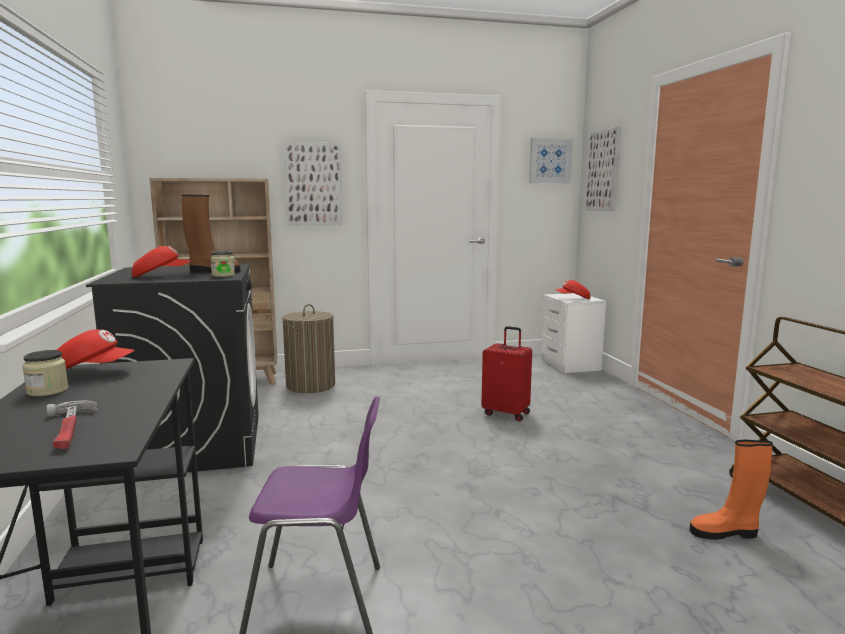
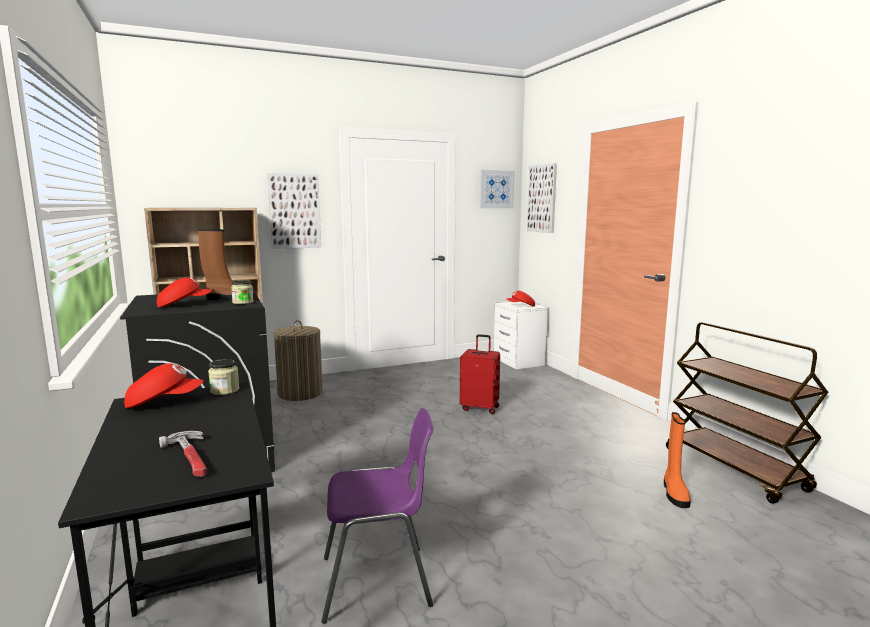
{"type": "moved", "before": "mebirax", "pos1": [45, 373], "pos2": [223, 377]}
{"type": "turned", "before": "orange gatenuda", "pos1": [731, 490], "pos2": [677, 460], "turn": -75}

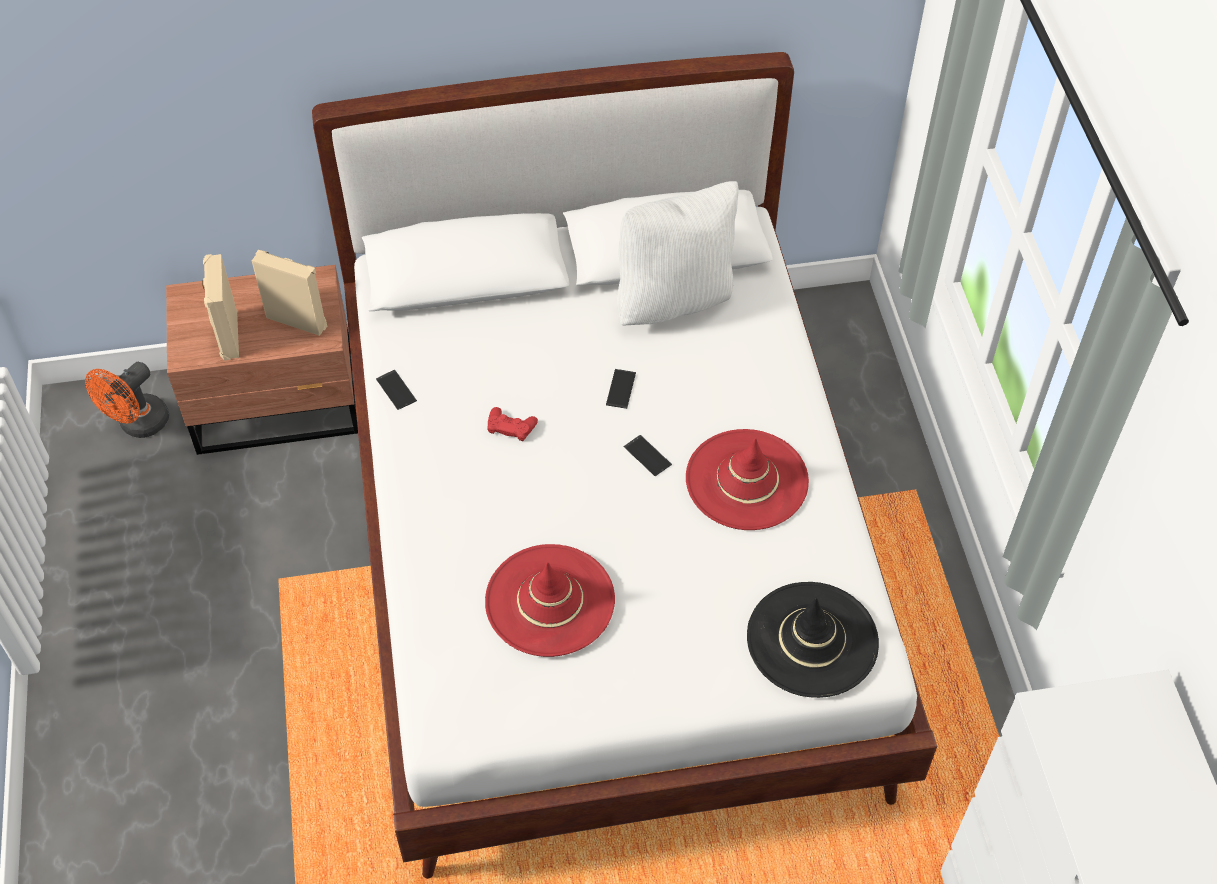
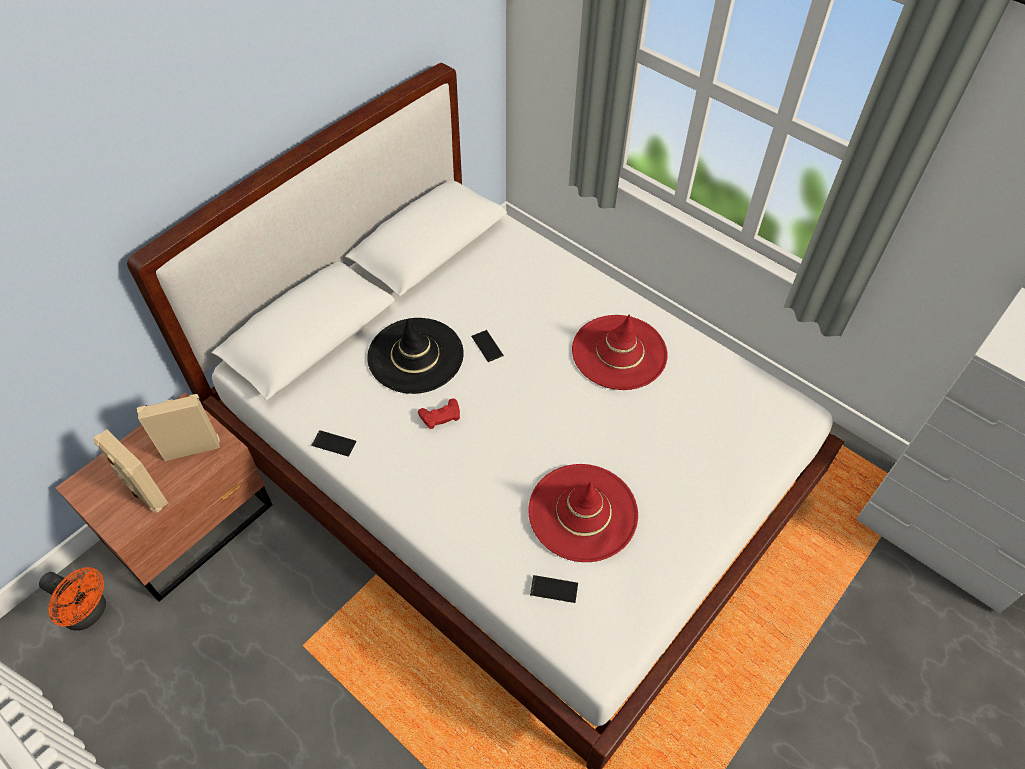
{"type": "turned", "before": "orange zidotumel", "pos1": [127, 399], "pos2": [72, 599], "turn": -60}
{"type": "moved", "before": "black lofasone", "pos1": [813, 640], "pos2": [415, 356]}
{"type": "moved", "before": "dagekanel", "pos1": [648, 455], "pos2": [554, 589]}
{"type": "removed", "before": "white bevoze", "pos1": [678, 253]}

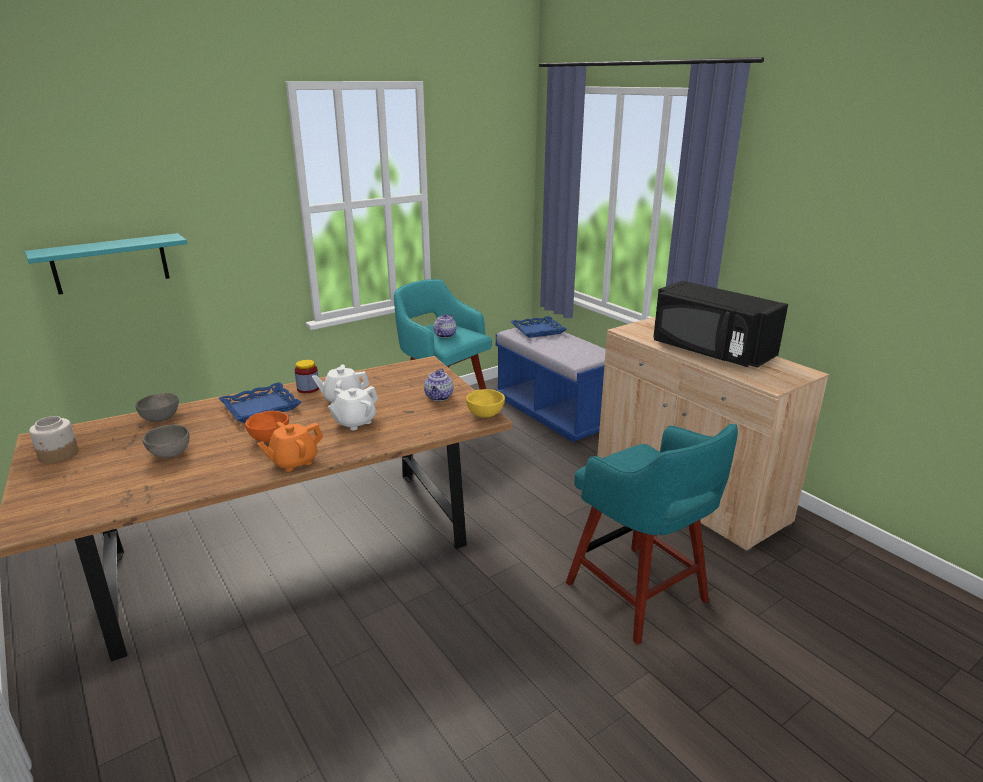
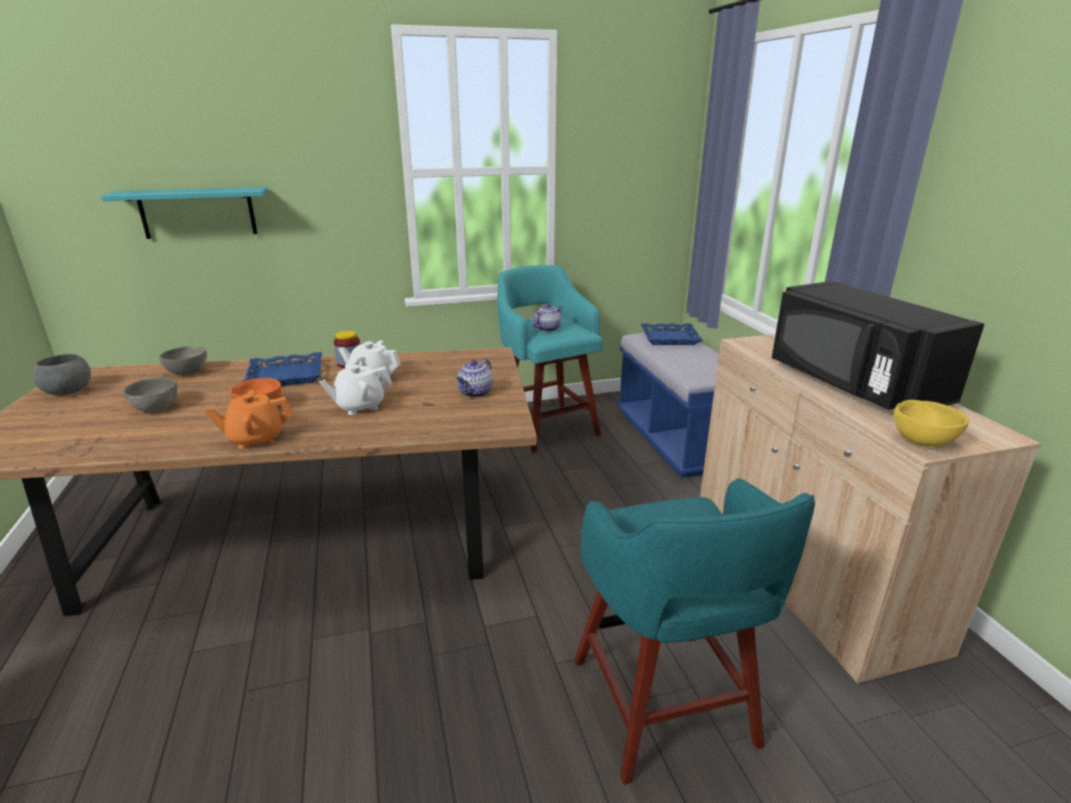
{"type": "replaced", "before": "mebirax", "after": "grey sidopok", "pos1": [53, 440], "pos2": [62, 374]}
{"type": "moved", "before": "yellow sidopok", "pos1": [485, 403], "pos2": [931, 423]}

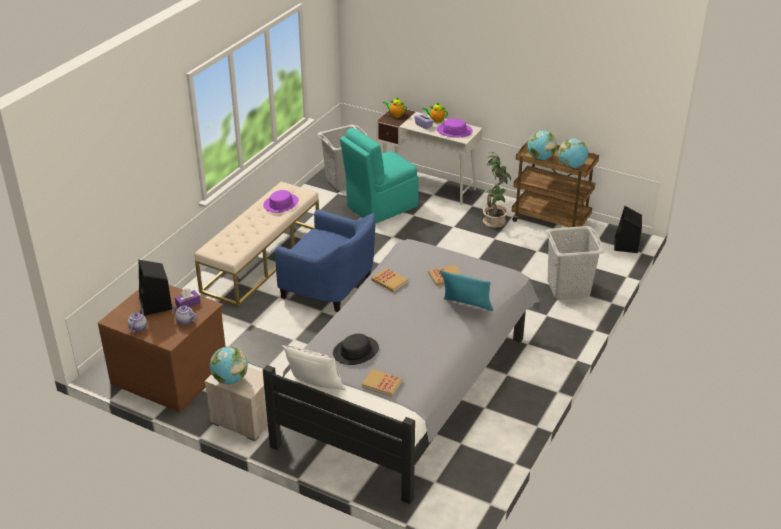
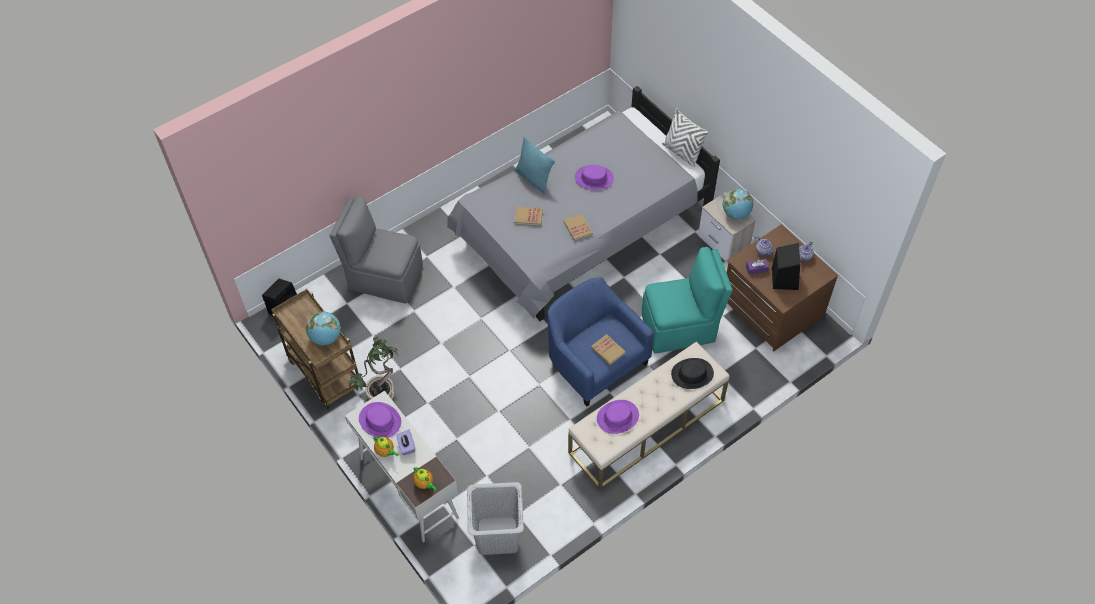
{"type": "replaced", "before": "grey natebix", "after": "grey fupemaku", "pos1": [574, 263], "pos2": [376, 250]}
{"type": "added", "after": "purple lofasone", "pos2": [594, 177]}
{"type": "moved", "before": "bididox", "pos1": [382, 383], "pos2": [608, 349]}
{"type": "moved", "before": "turquoise fupemaku", "pos1": [379, 175], "pos2": [687, 300]}
{"type": "moved", "before": "black lofasone", "pos1": [356, 349], "pos2": [692, 373]}
{"type": "removed", "before": "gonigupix", "pos1": [573, 153]}

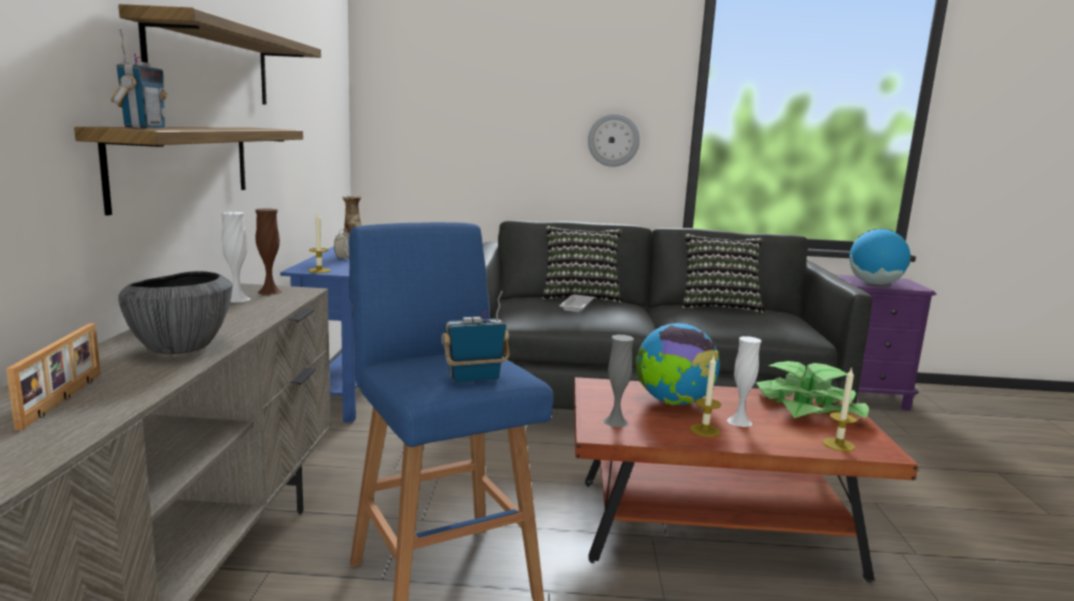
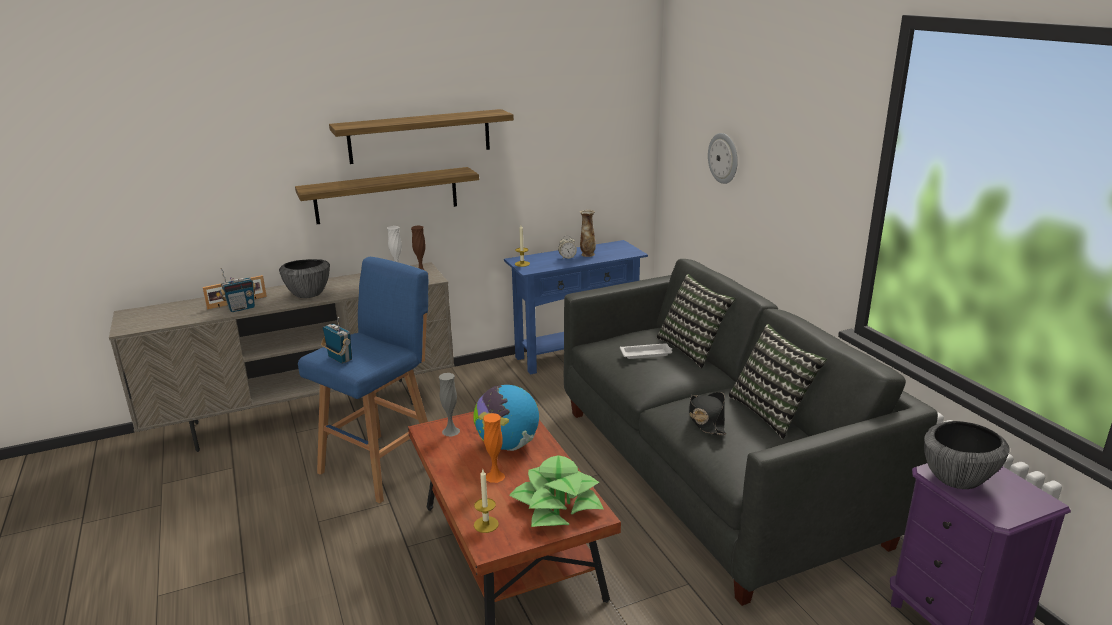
{"type": "moved", "before": "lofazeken", "pos1": [139, 78], "pos2": [238, 290]}
{"type": "recoloured", "before": "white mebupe", "after": "orange mebupe", "pos1": [744, 381], "pos2": [494, 448]}
{"type": "added", "after": "black lofasone", "pos2": [708, 413]}
{"type": "moved", "before": "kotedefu", "pos1": [614, 140], "pos2": [723, 158]}
{"type": "replaced", "before": "gonigupix", "after": "sidopok", "pos1": [880, 257], "pos2": [967, 455]}
{"type": "removed", "before": "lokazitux", "pos1": [705, 396]}

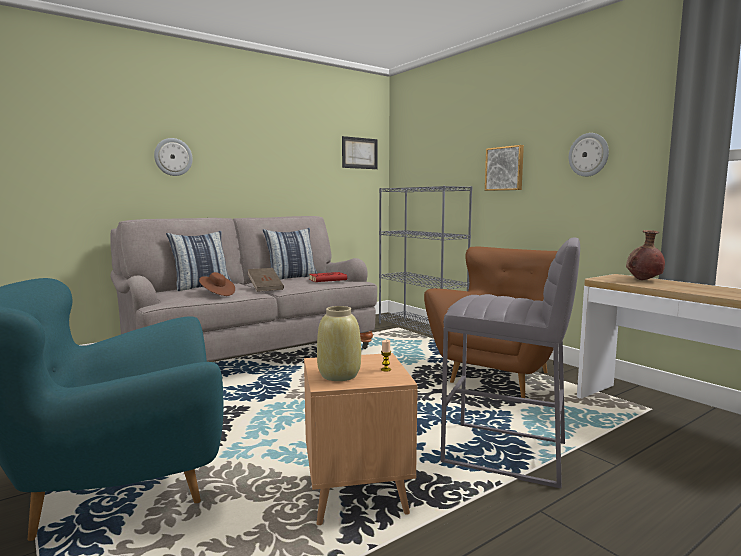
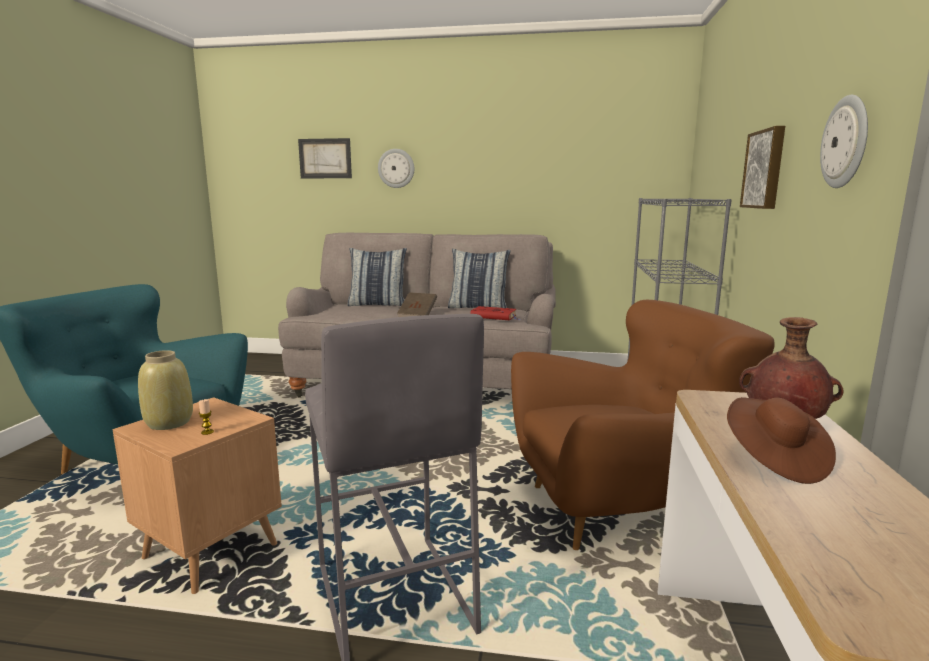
{"type": "moved", "before": "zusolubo", "pos1": [360, 152], "pos2": [325, 158]}
{"type": "moved", "before": "brown lofasone", "pos1": [217, 284], "pos2": [781, 440]}

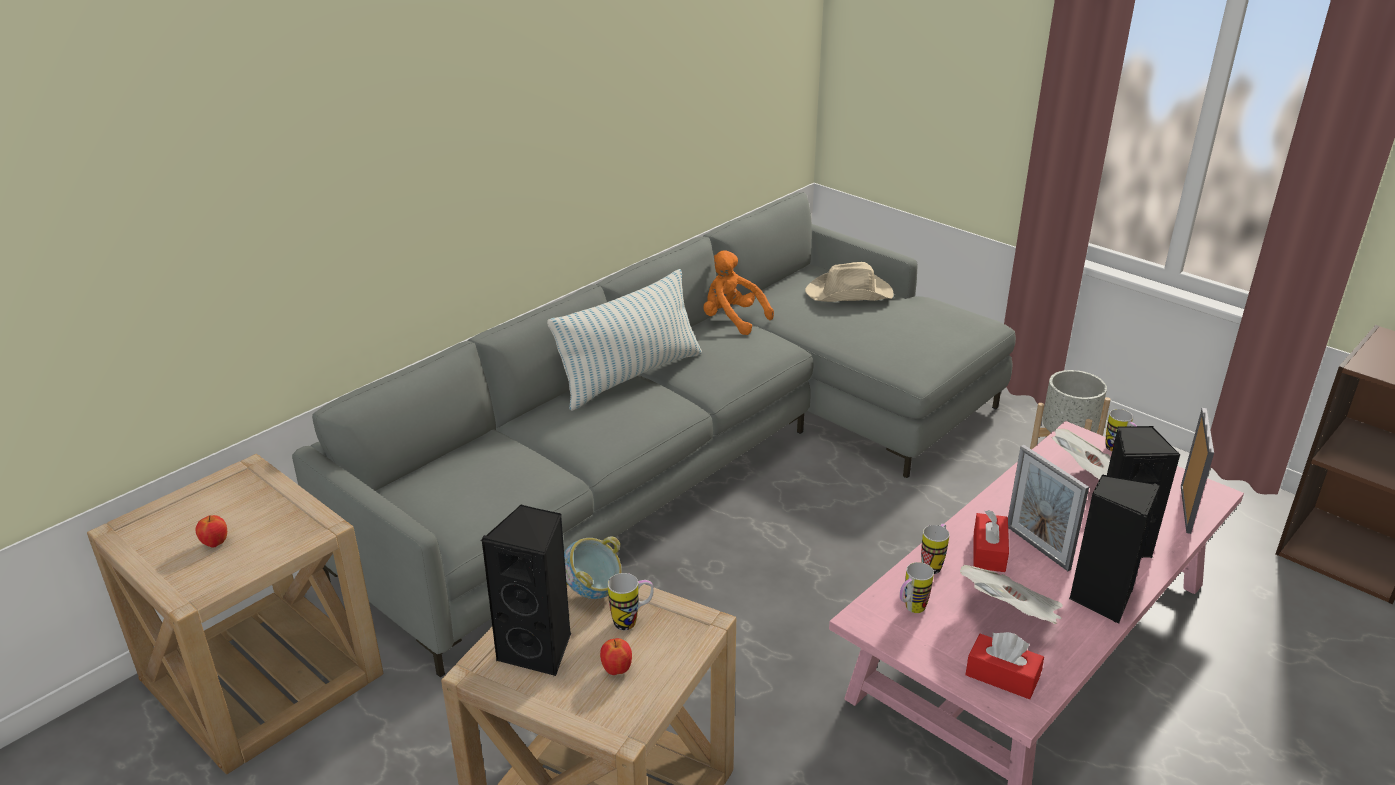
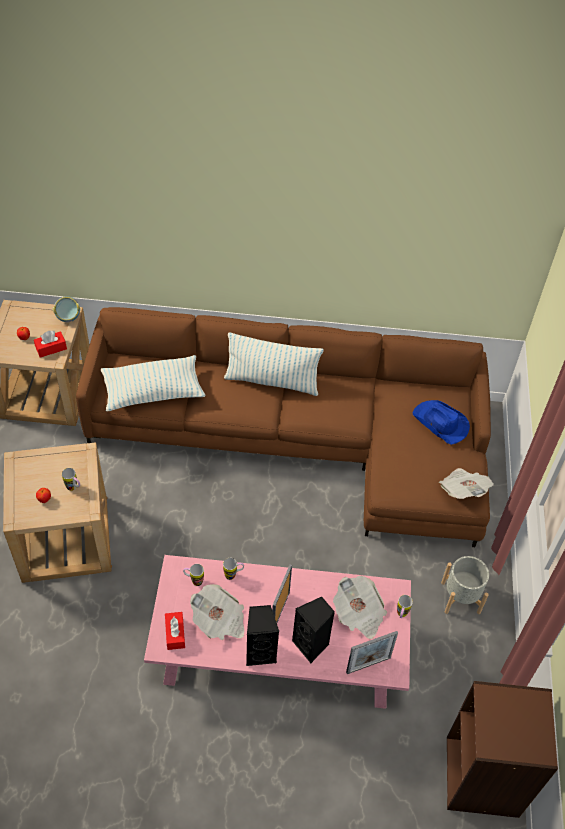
{"type": "moved", "before": "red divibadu", "pos1": [991, 541], "pos2": [50, 344]}
{"type": "moved", "before": "sidopok", "pos1": [593, 567], "pos2": [66, 309]}
{"type": "recoloured", "before": "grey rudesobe", "after": "brown rudesobe", "pos1": [654, 434], "pos2": [283, 427]}
{"type": "added", "after": "bevoze", "pos2": [153, 383]}
{"type": "recoloured", "before": "beige lofasone", "after": "blue lofasone", "pos1": [849, 282], "pos2": [441, 422]}
{"type": "added", "after": "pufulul", "pos2": [466, 483]}
{"type": "removed", "before": "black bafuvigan", "pos1": [525, 590]}
{"type": "removed", "before": "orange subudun", "pos1": [738, 292]}

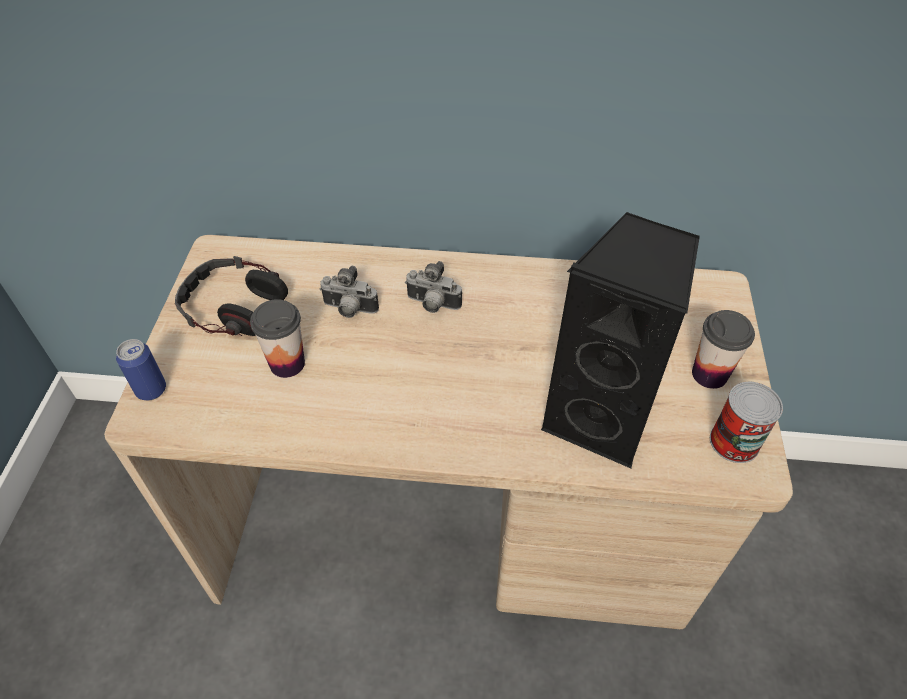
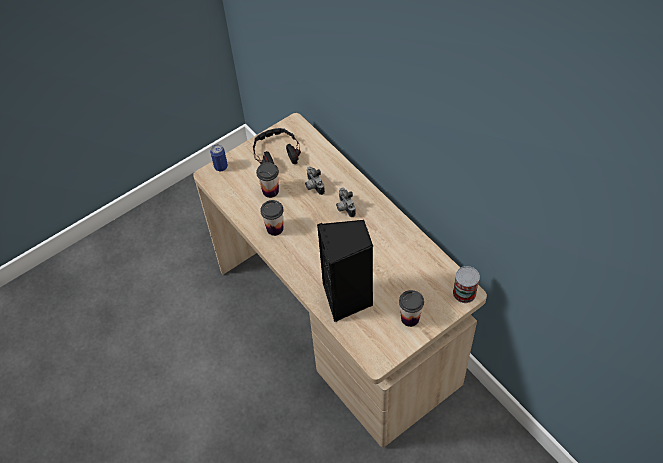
{"type": "added", "after": "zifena", "pos2": [272, 218]}
{"type": "moved", "before": "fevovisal", "pos1": [746, 422], "pos2": [466, 284]}

